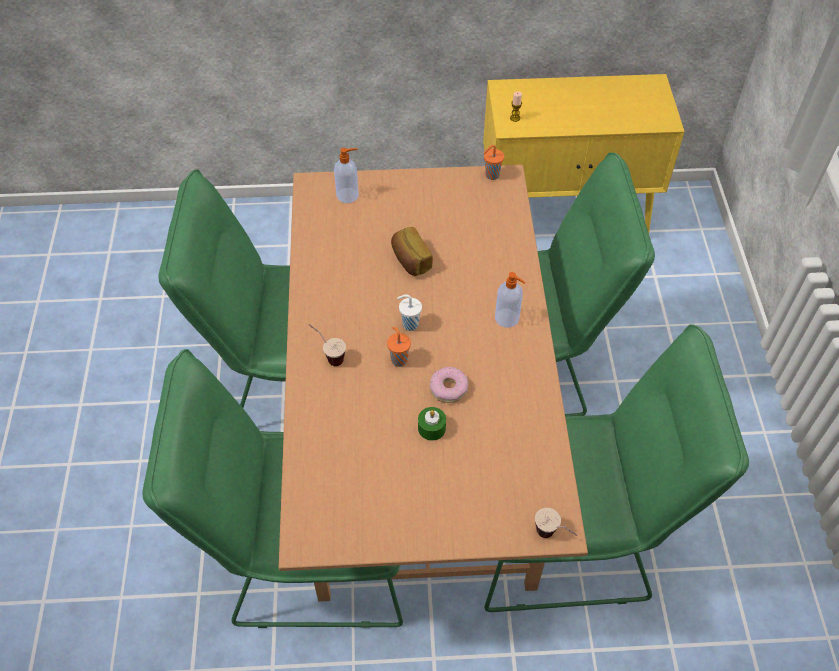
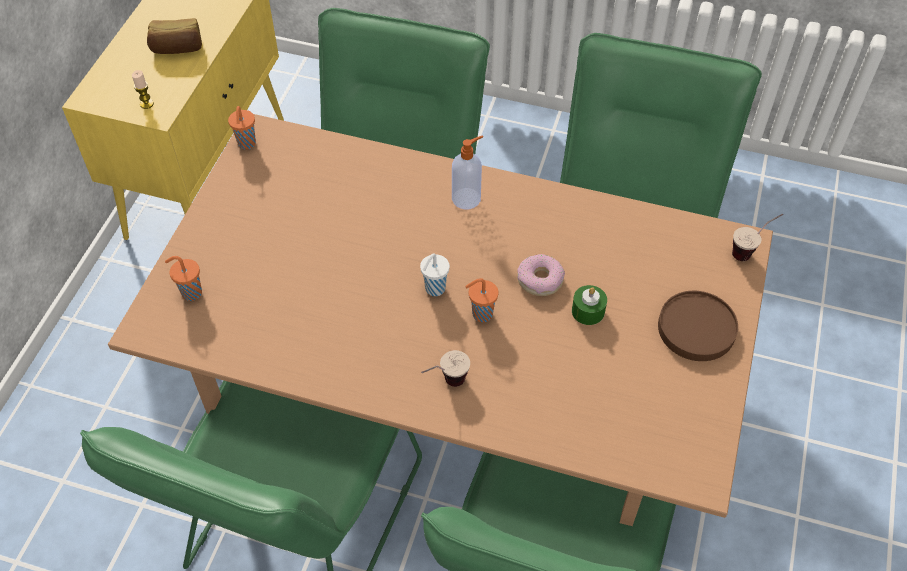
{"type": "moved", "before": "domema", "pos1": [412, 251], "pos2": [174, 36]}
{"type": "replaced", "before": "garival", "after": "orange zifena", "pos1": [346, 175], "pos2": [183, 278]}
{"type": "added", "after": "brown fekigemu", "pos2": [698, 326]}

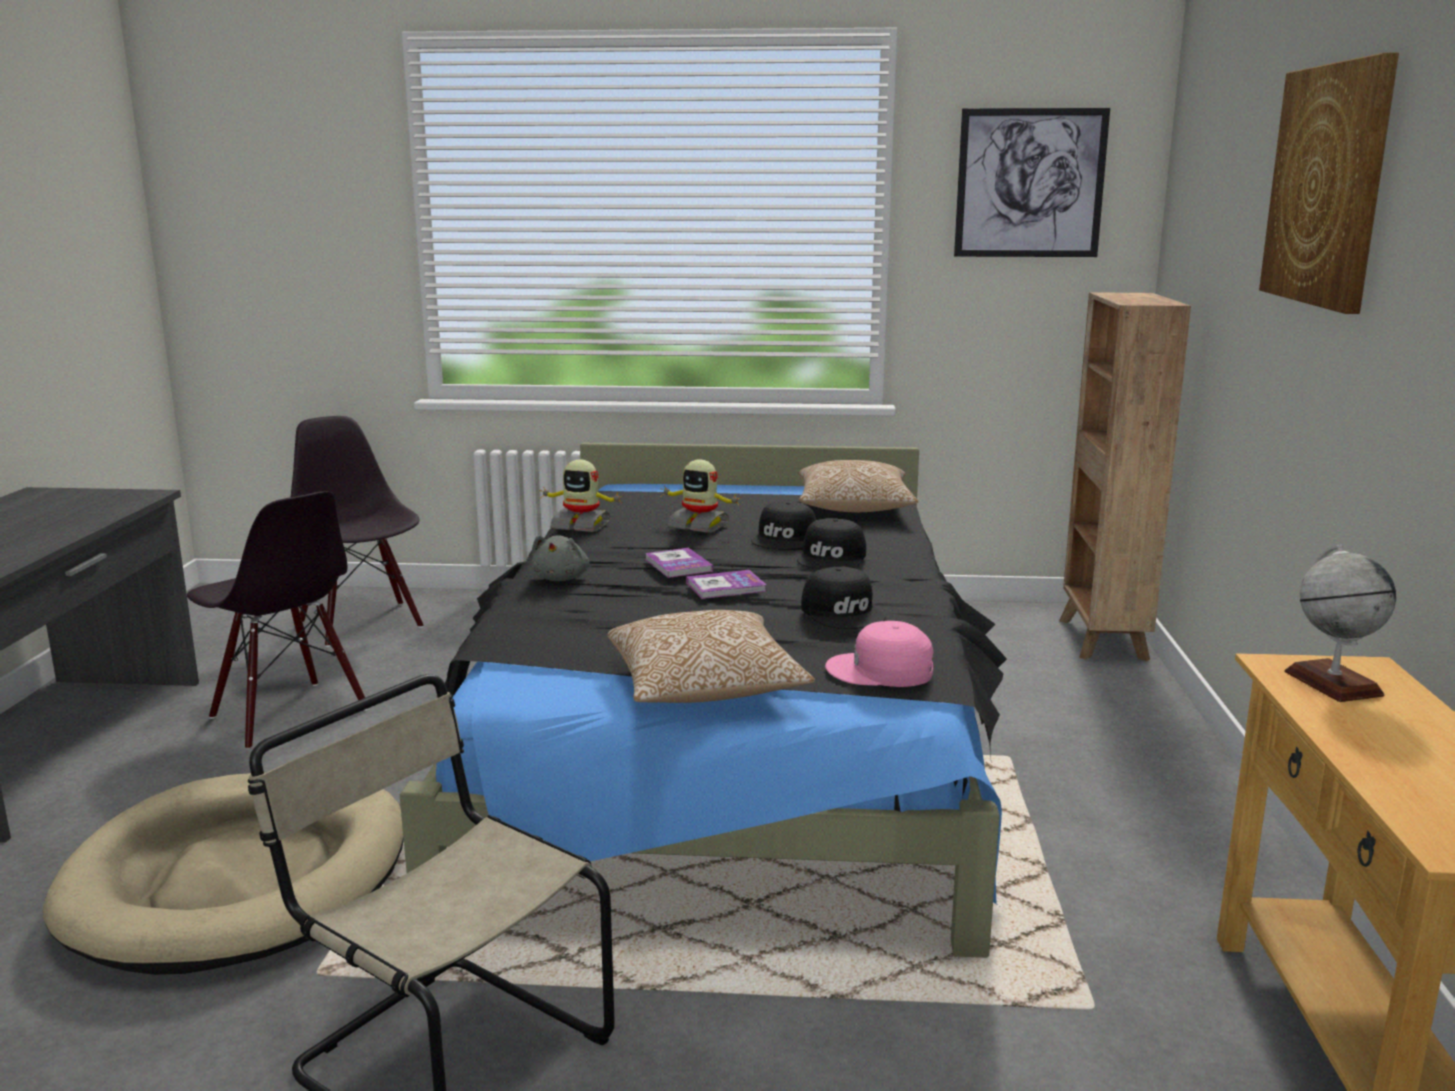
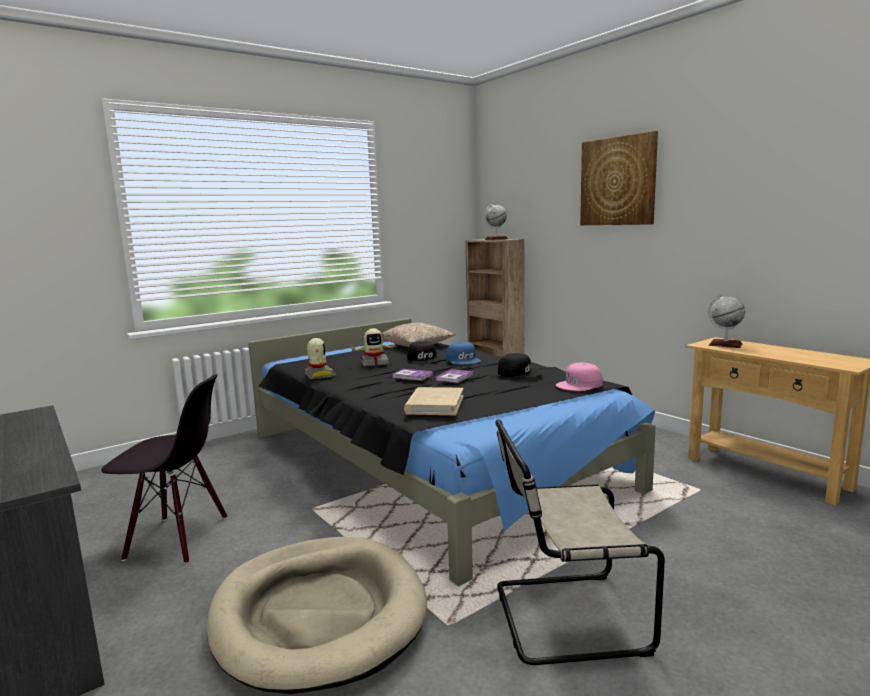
{"type": "turned", "before": "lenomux", "pos1": [581, 495], "pos2": [320, 358], "turn": -90}
{"type": "added", "after": "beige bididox", "pos2": [434, 401]}
{"type": "recoloured", "before": "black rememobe", "after": "blue rememobe", "pos1": [831, 543], "pos2": [463, 353]}
{"type": "added", "after": "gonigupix", "pos2": [496, 222]}
{"type": "removed", "before": "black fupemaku", "pos1": [357, 531]}
{"type": "removed", "before": "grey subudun", "pos1": [560, 558]}
{"type": "removed", "before": "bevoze", "pos1": [711, 656]}
{"type": "removed", "before": "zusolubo", "pos1": [1032, 182]}

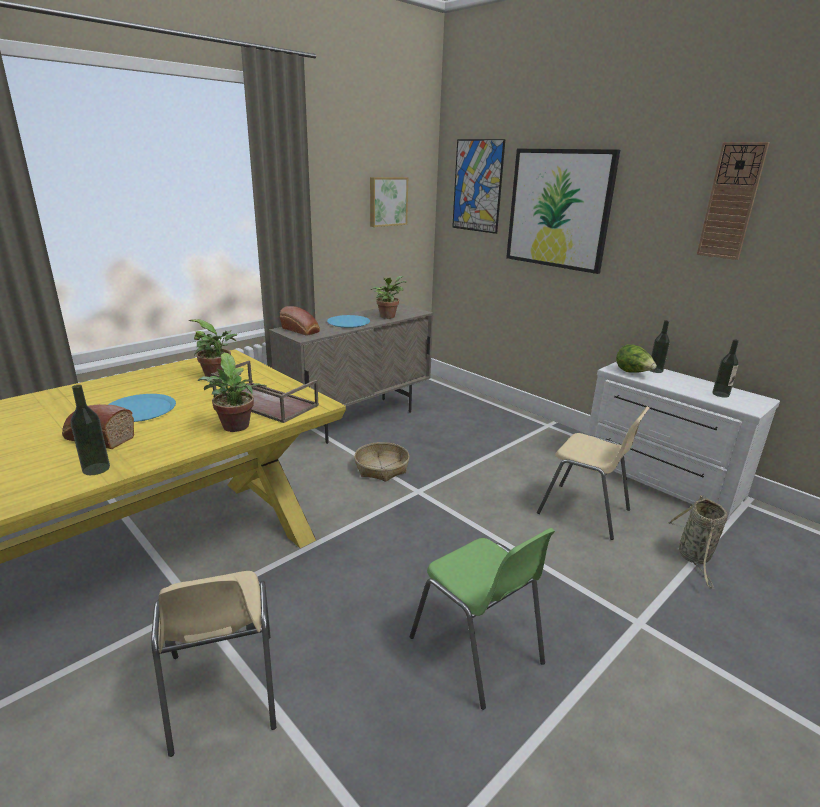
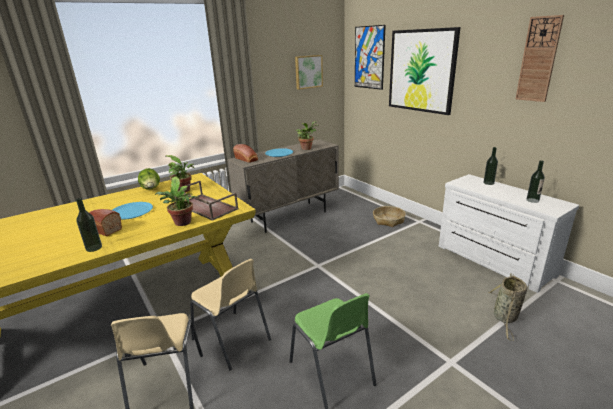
{"type": "moved", "before": "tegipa", "pos1": [636, 358], "pos2": [149, 178]}
{"type": "moved", "before": "beige fupemaku", "pos1": [593, 473], "pos2": [230, 314]}
{"type": "moved", "before": "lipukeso", "pos1": [382, 462], "pos2": [389, 216]}

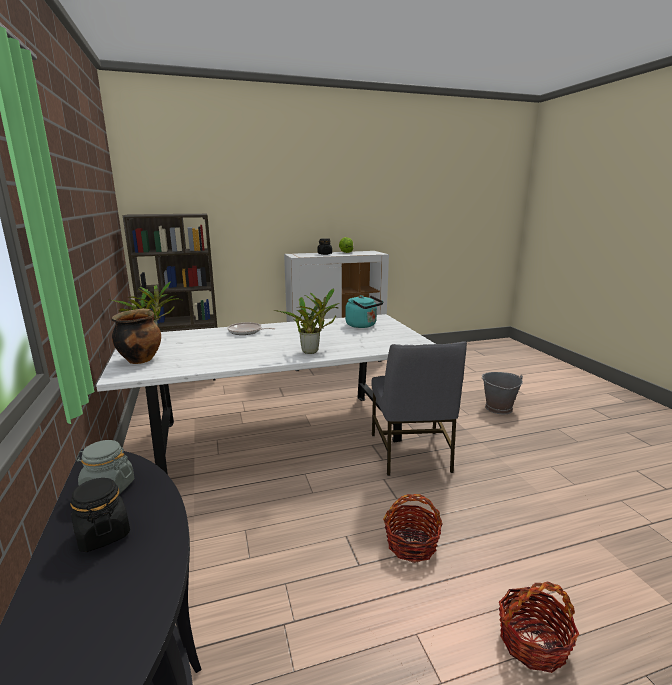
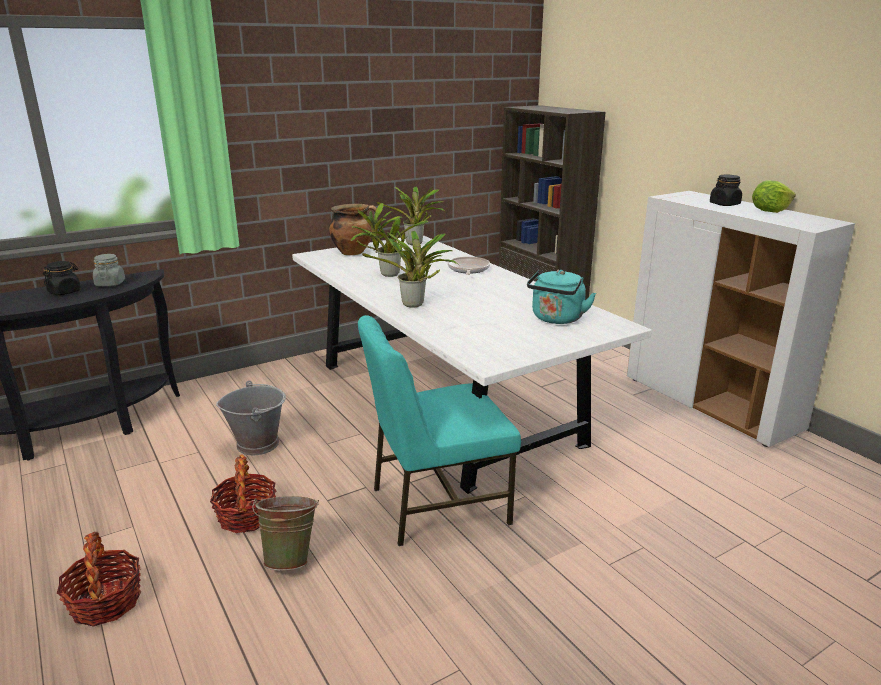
{"type": "moved", "before": "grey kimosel", "pos1": [502, 393], "pos2": [251, 418]}
{"type": "added", "after": "green kimosel", "pos2": [285, 533]}
{"type": "added", "after": "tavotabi", "pos2": [389, 240]}
{"type": "recoloured", "before": "grey fupemaku", "after": "turquoise fupemaku", "pos1": [419, 409], "pos2": [439, 430]}

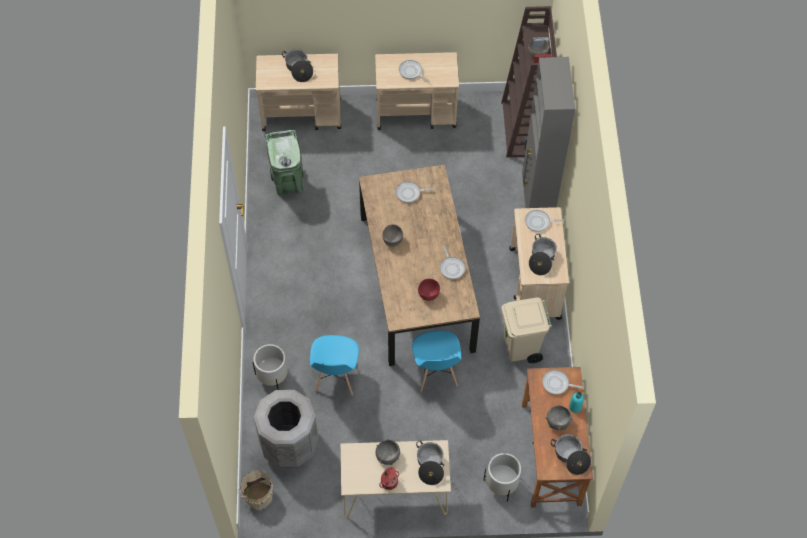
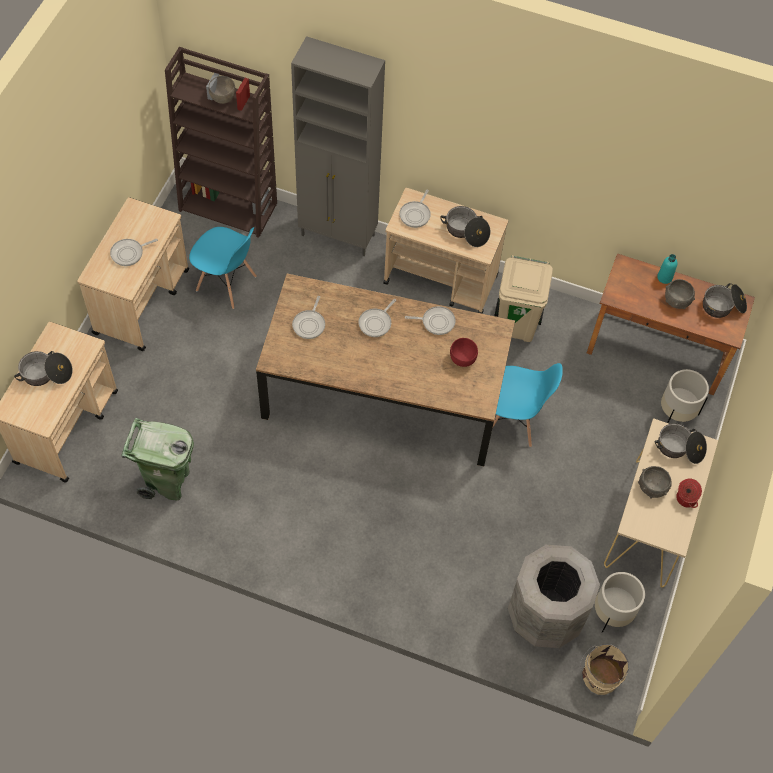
{"type": "moved", "before": "blue fupemaku", "pos1": [334, 365], "pos2": [223, 268]}
{"type": "moved", "before": "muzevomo", "pos1": [562, 382], "pos2": [377, 318]}
{"type": "moved", "before": "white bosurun", "pos1": [270, 367], "pos2": [620, 602]}
{"type": "removed", "before": "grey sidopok", "pos1": [392, 235]}

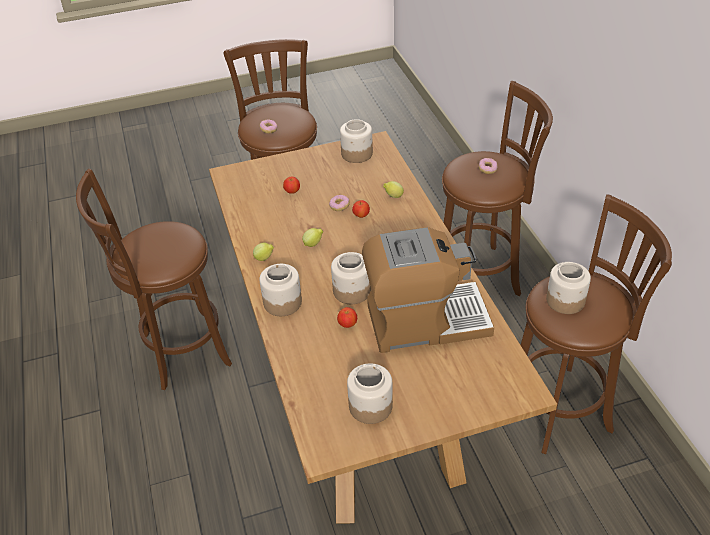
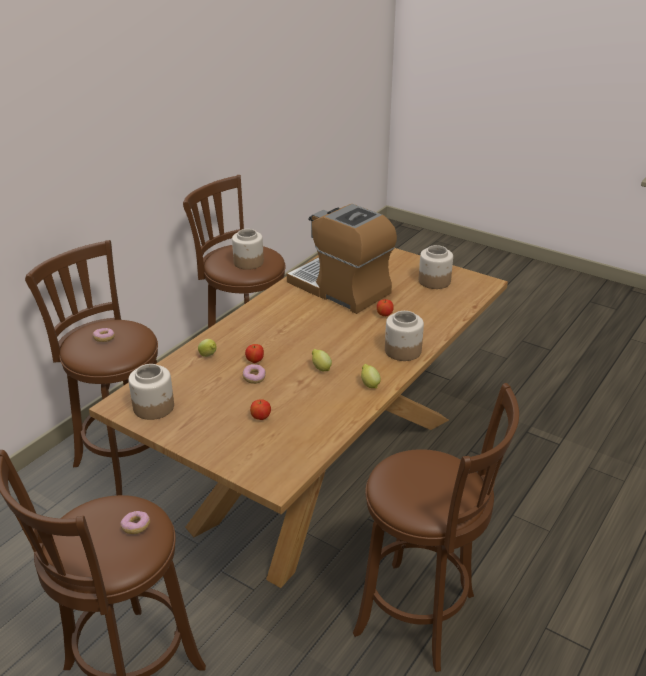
{"type": "removed", "before": "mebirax", "pos1": [351, 278]}

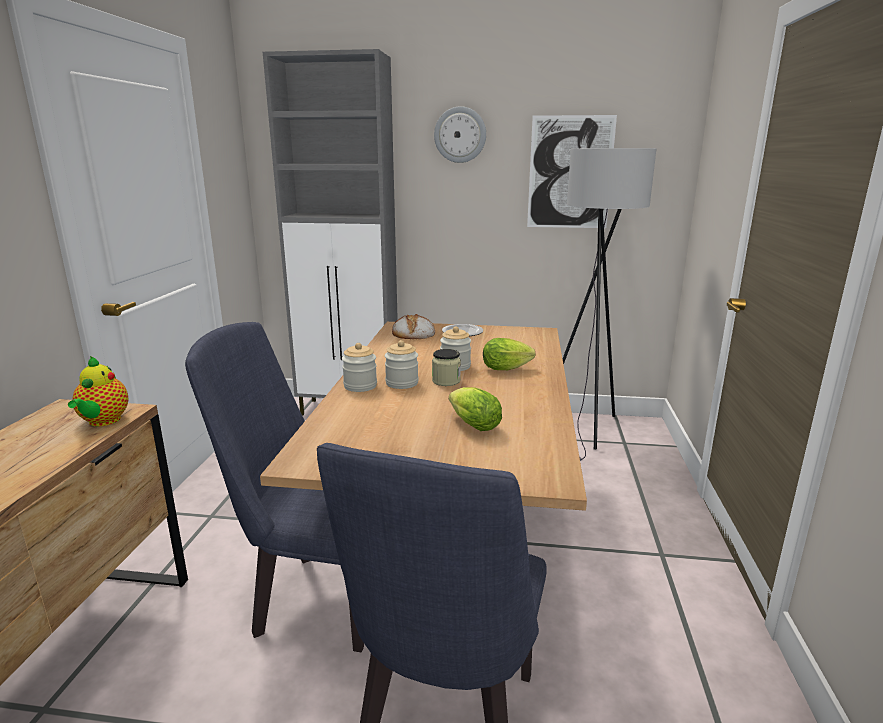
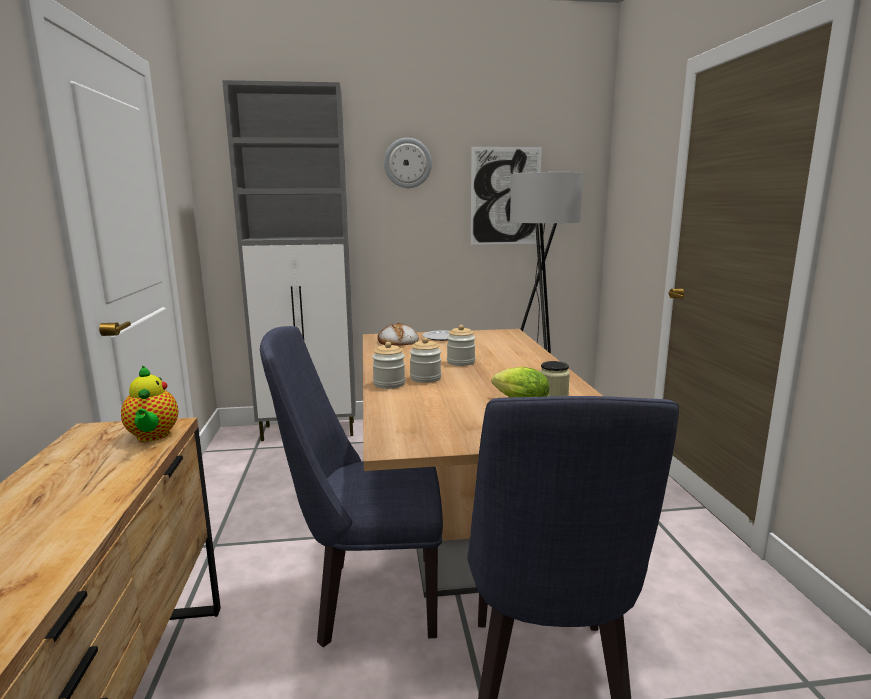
{"type": "moved", "before": "mebirax", "pos1": [446, 367], "pos2": [555, 378]}
{"type": "removed", "before": "tegipa", "pos1": [509, 354]}

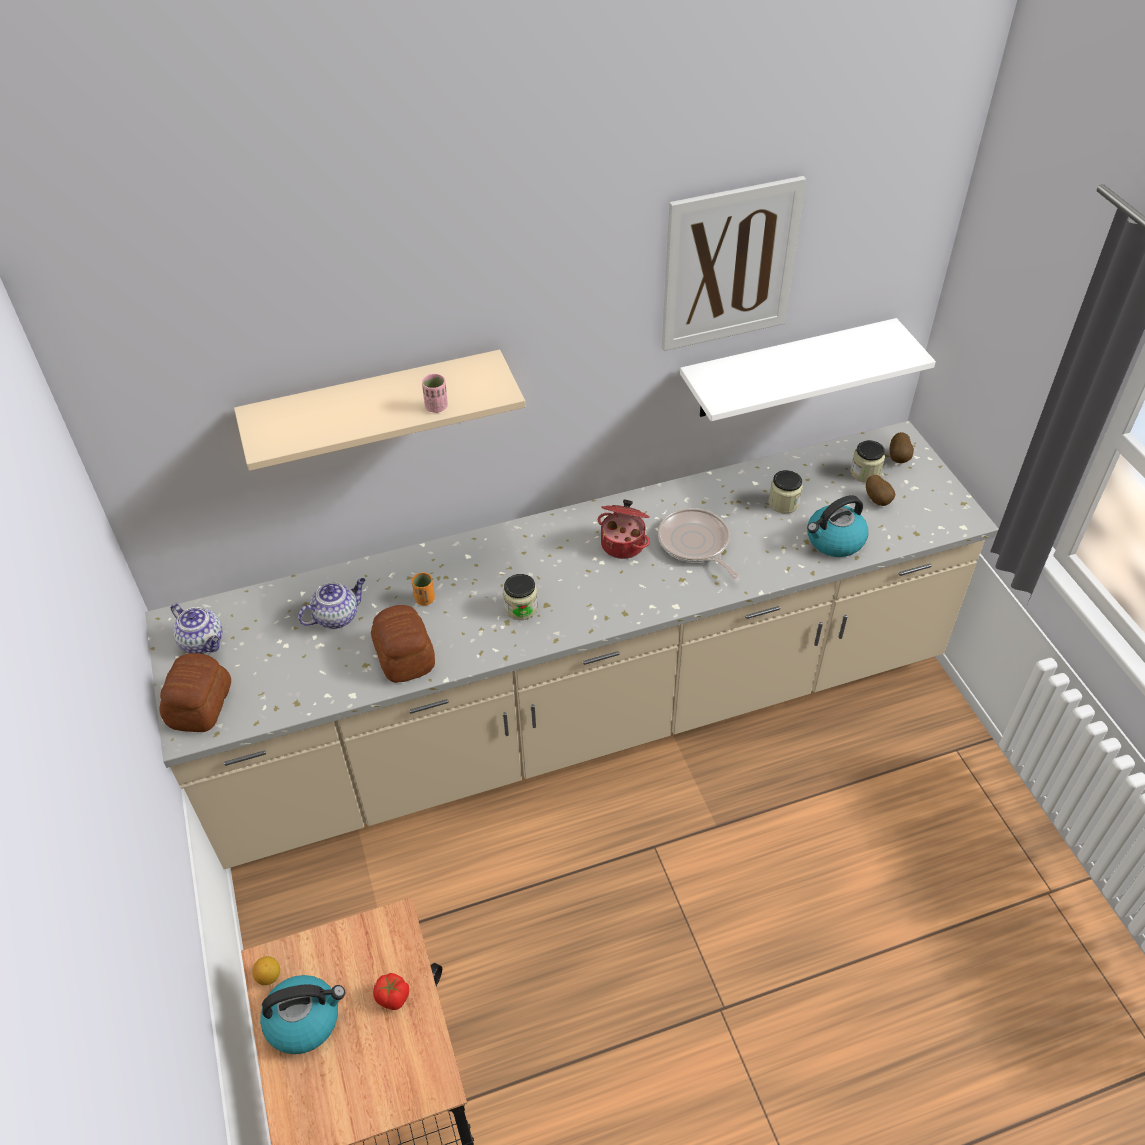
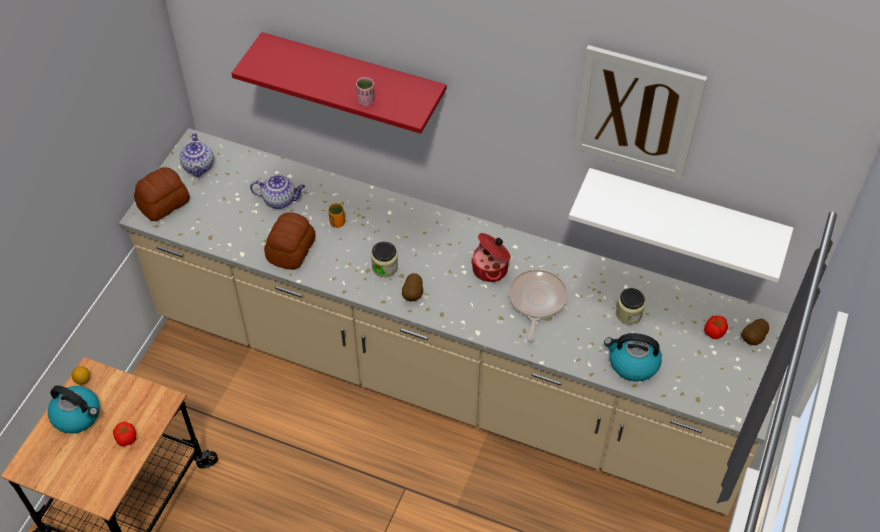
{"type": "recoloured", "before": "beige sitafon", "after": "red sitafon", "pos1": [380, 410], "pos2": [338, 83]}
{"type": "moved", "before": "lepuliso", "pos1": [880, 490], "pos2": [412, 287]}
{"type": "replaced", "before": "mebirax", "after": "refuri", "pos1": [867, 461], "pos2": [716, 327]}

